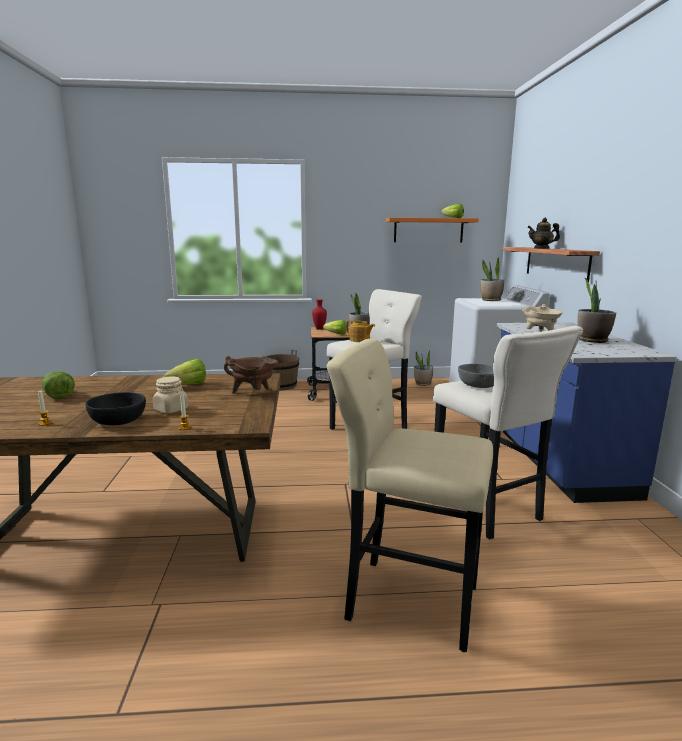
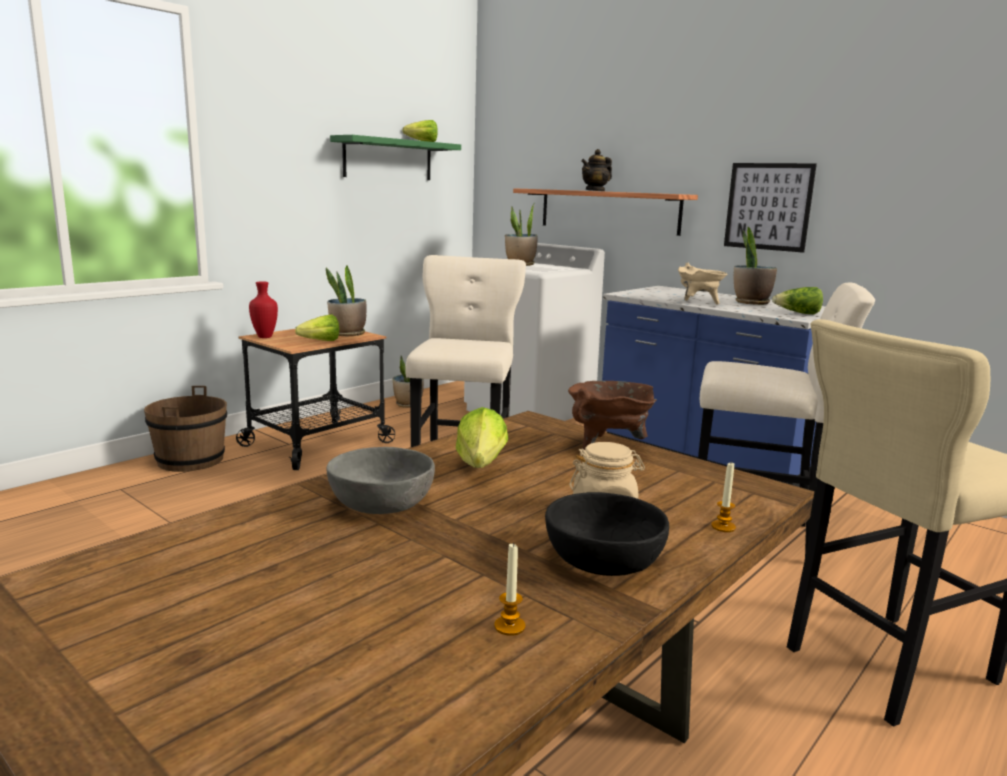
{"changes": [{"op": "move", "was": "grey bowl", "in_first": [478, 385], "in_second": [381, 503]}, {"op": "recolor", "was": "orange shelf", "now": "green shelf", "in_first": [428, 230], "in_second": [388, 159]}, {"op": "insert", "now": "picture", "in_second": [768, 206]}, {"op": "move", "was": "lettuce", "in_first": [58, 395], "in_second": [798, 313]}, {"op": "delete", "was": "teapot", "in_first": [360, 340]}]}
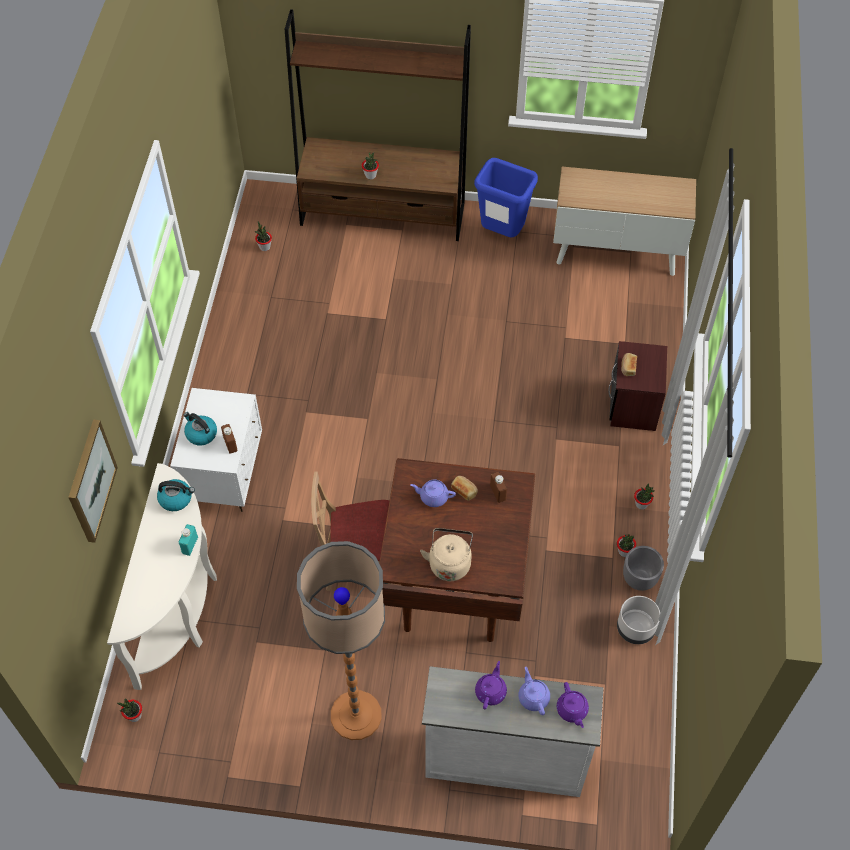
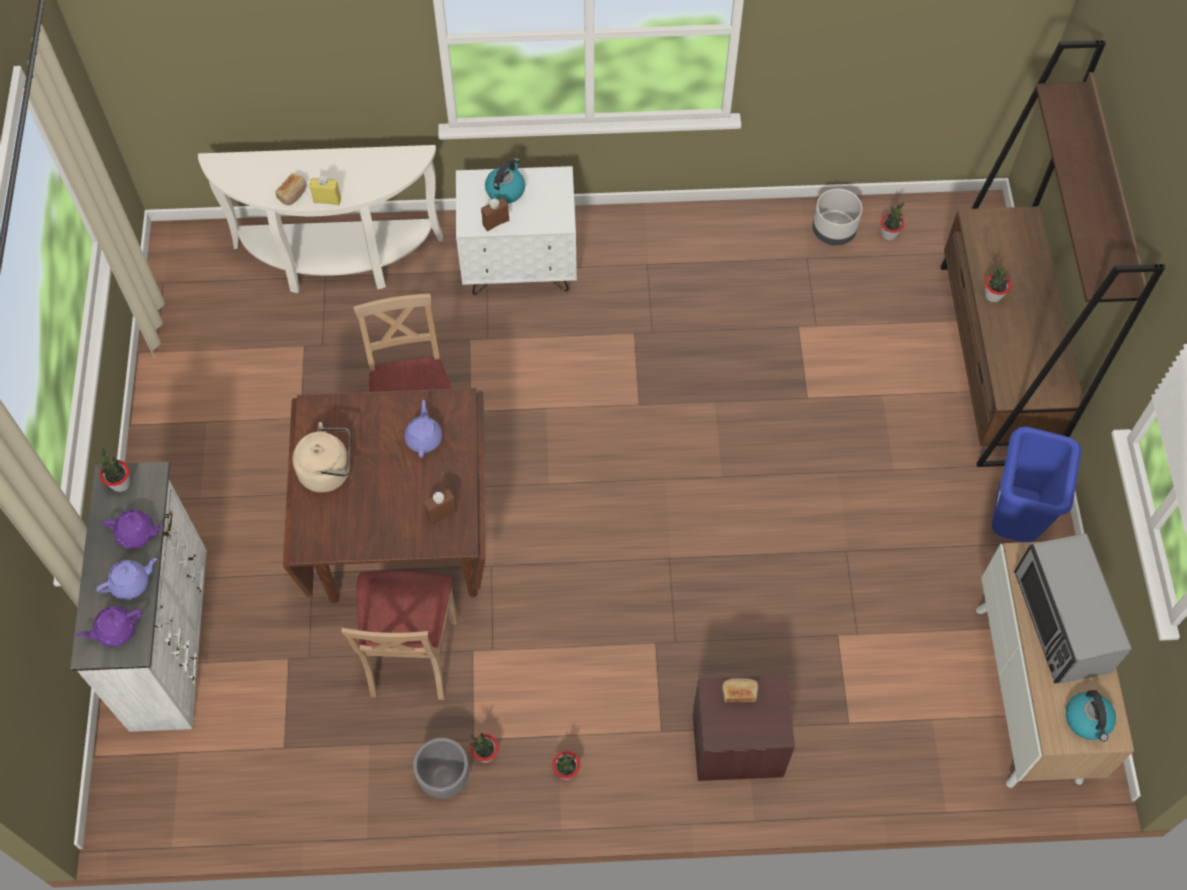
{"changes": [{"op": "move", "was": "potted plant", "in_first": [134, 716], "in_second": [120, 483]}, {"op": "move", "was": "bread", "in_first": [464, 490], "in_second": [293, 194]}, {"op": "recolor", "was": "turquoise bottle", "now": "yellow bottle", "in_first": [190, 545], "in_second": [327, 200]}, {"op": "insert", "now": "beige chair", "in_second": [411, 655]}, {"op": "move", "was": "grey planter", "in_first": [635, 629], "in_second": [833, 231]}, {"op": "insert", "now": "microwave", "in_second": [1061, 622]}, {"op": "move", "was": "kettle", "in_first": [176, 499], "in_second": [1088, 720]}, {"op": "delete", "was": "picture", "in_first": [90, 481]}, {"op": "delete", "was": "floor lamp", "in_first": [356, 715]}]}
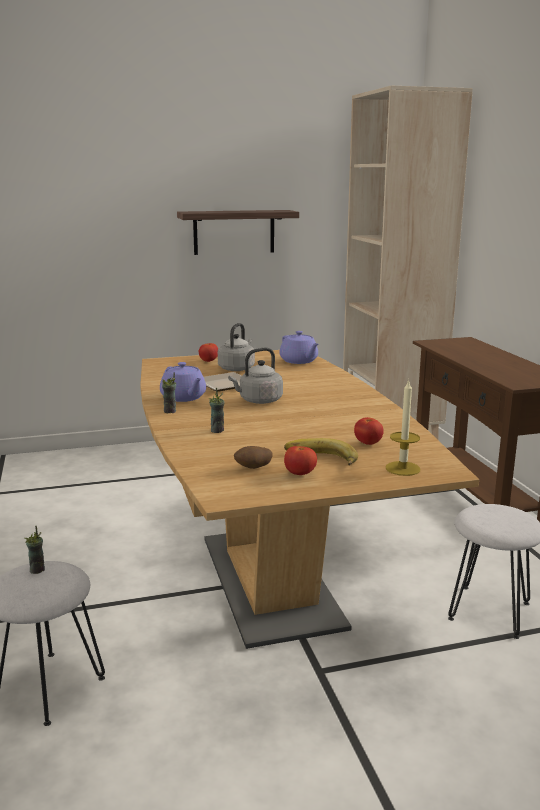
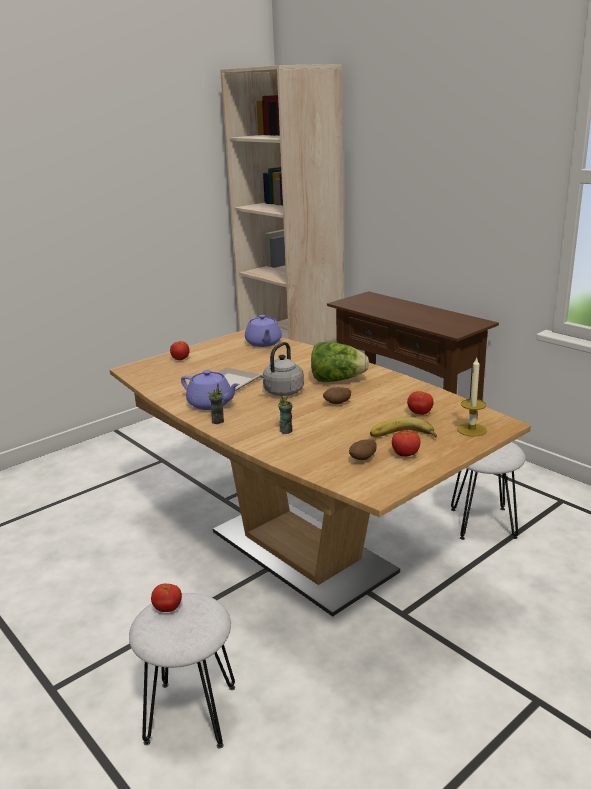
{"changes": [{"op": "replace", "was": "cup", "now": "tomato", "in_first": [37, 570], "in_second": [168, 608]}, {"op": "rotate", "was": "purple teapot", "in_first": [299, 361], "in_second": [263, 343], "clockwise": 45}, {"op": "insert", "now": "lettuce", "in_second": [337, 380]}, {"op": "insert", "now": "potato", "in_second": [337, 404]}, {"op": "delete", "was": "shelf", "in_first": [234, 232]}, {"op": "delete", "was": "grey kettle", "in_first": [237, 368]}]}
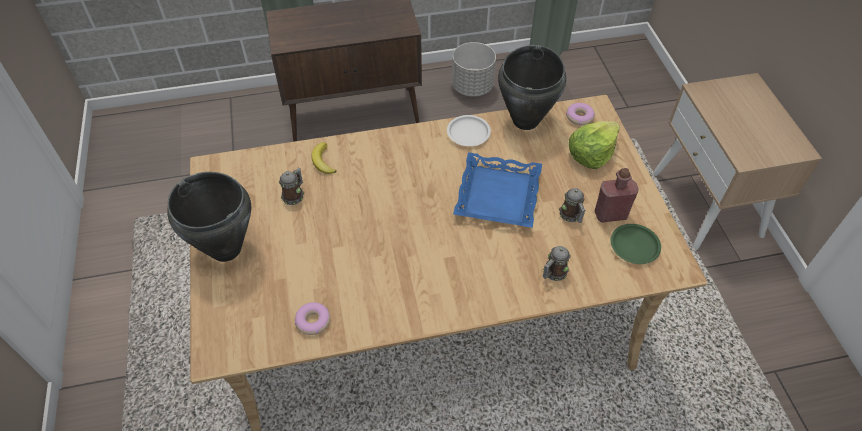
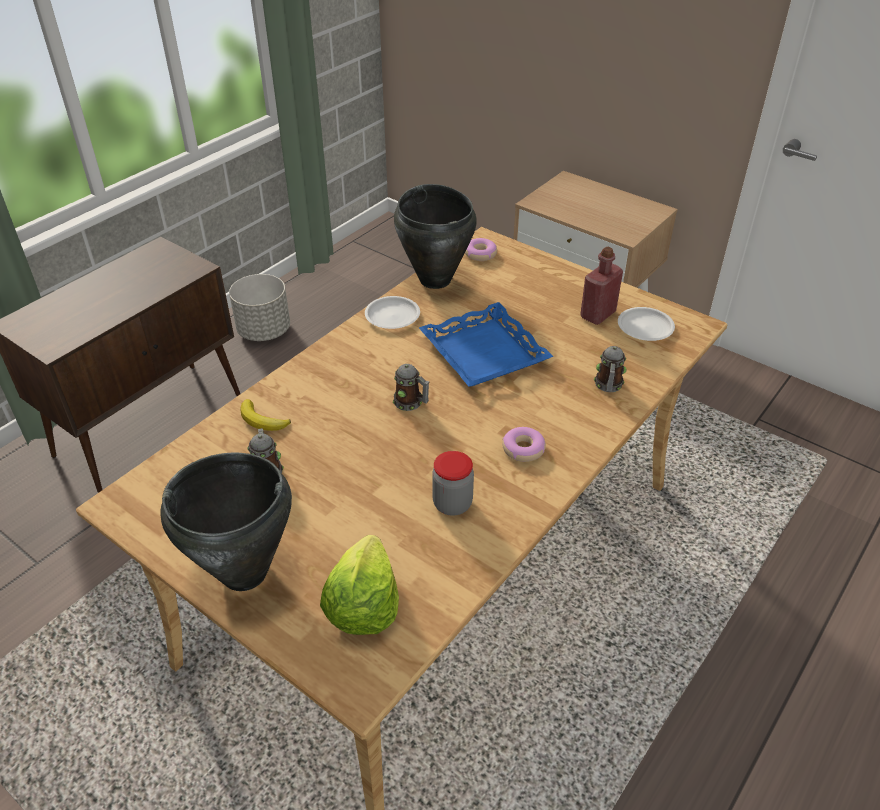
{"changes": [{"op": "move", "was": "lettuce", "in_first": [591, 154], "in_second": [363, 604]}, {"op": "move", "was": "mug", "in_first": [571, 216], "in_second": [411, 403]}, {"op": "insert", "now": "jar", "in_second": [452, 504]}, {"op": "move", "was": "donut", "in_first": [313, 321], "in_second": [523, 449]}, {"op": "recolor", "was": "green plate", "now": "white plate", "in_first": [635, 246], "in_second": [645, 327]}]}
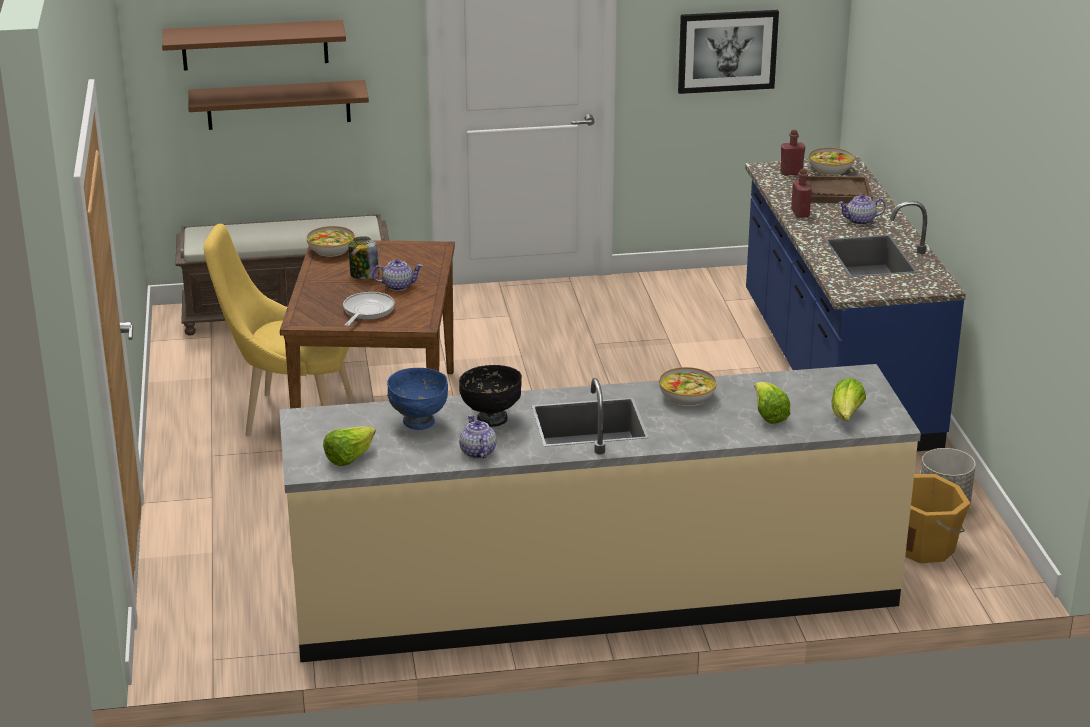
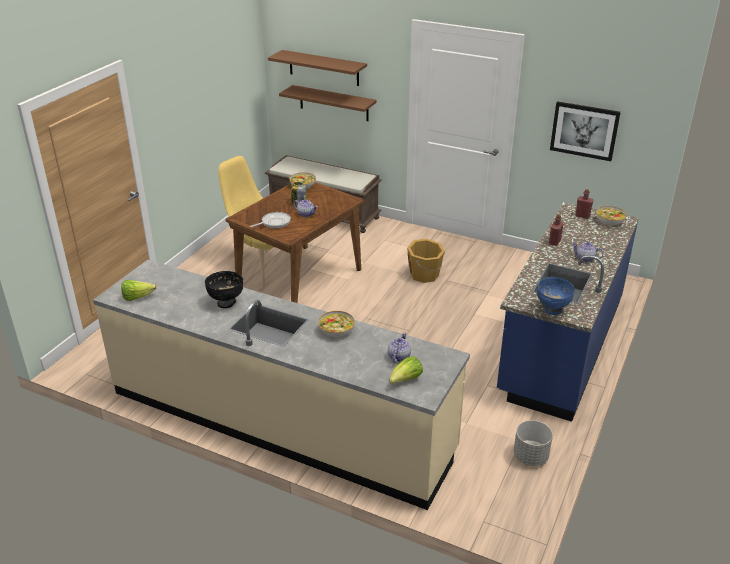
{"changes": [{"op": "move", "was": "teapot", "in_first": [477, 452], "in_second": [398, 356]}, {"op": "move", "was": "orange bucket", "in_first": [925, 546], "in_second": [425, 275]}, {"op": "move", "was": "blue bowl", "in_first": [418, 422], "in_second": [552, 310]}, {"op": "delete", "was": "lettuce", "in_first": [769, 415]}, {"op": "delete", "was": "brown tray", "in_first": [836, 192]}]}
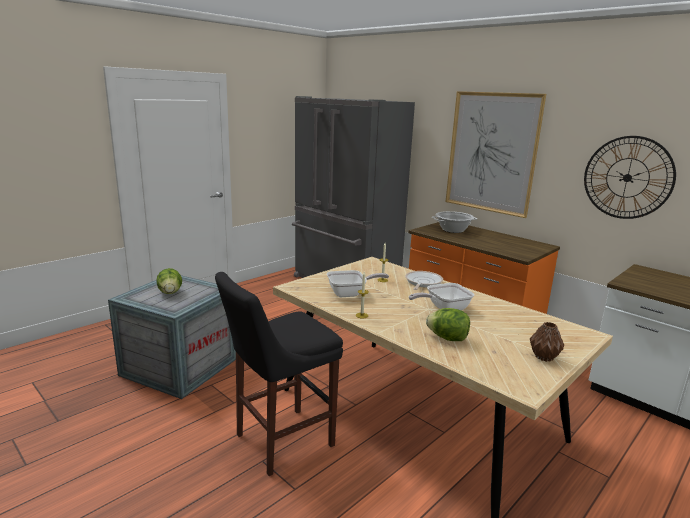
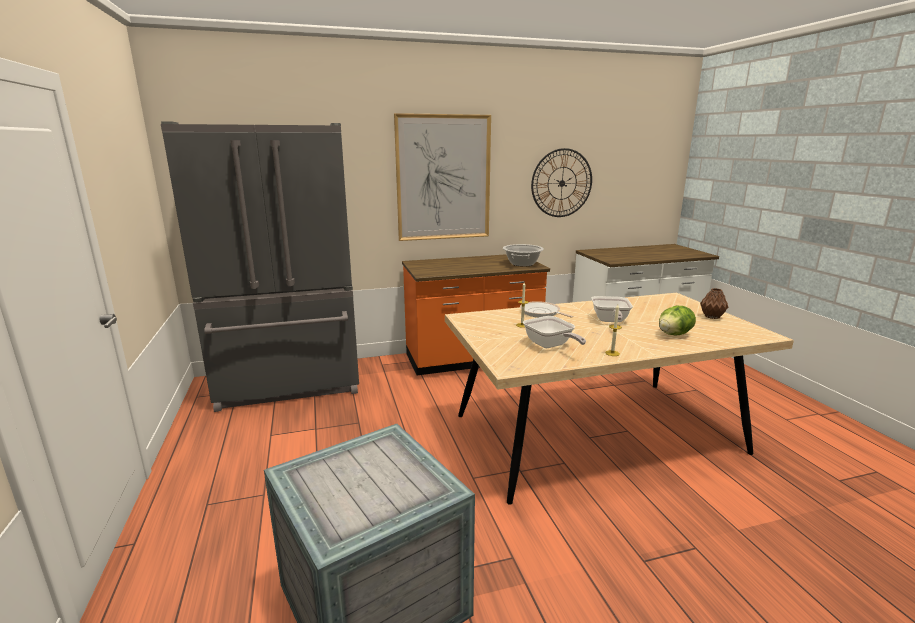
{"changes": [{"op": "move", "was": "cooking pot", "in_first": [453, 230], "in_second": [522, 264]}, {"op": "rotate", "was": "frying pan", "in_first": [350, 293], "in_second": [550, 345], "clockwise": 135}, {"op": "delete", "was": "lettuce", "in_first": [170, 292]}, {"op": "delete", "was": "black stool", "in_first": [280, 441]}]}
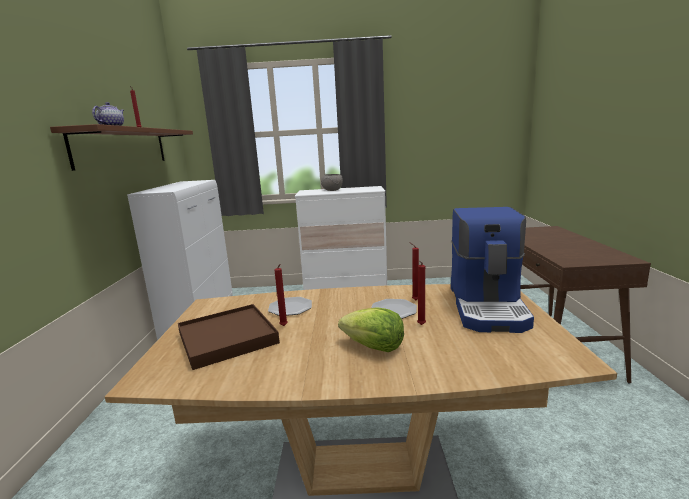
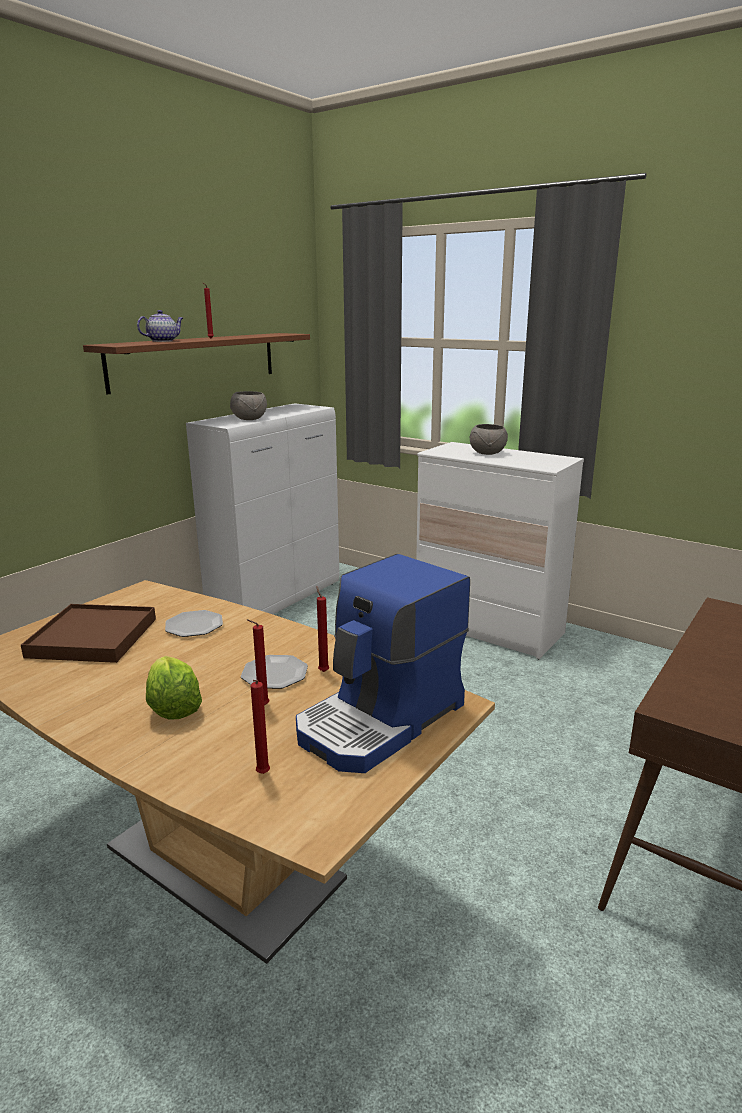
{"changes": [{"op": "insert", "now": "grey bowl", "in_second": [249, 419]}, {"op": "move", "was": "red candle", "in_first": [284, 326], "in_second": [262, 775]}]}
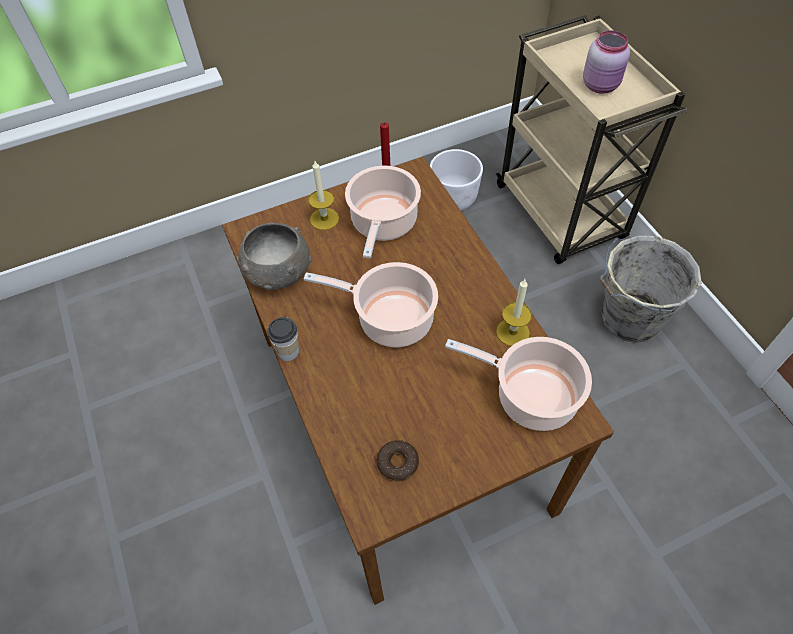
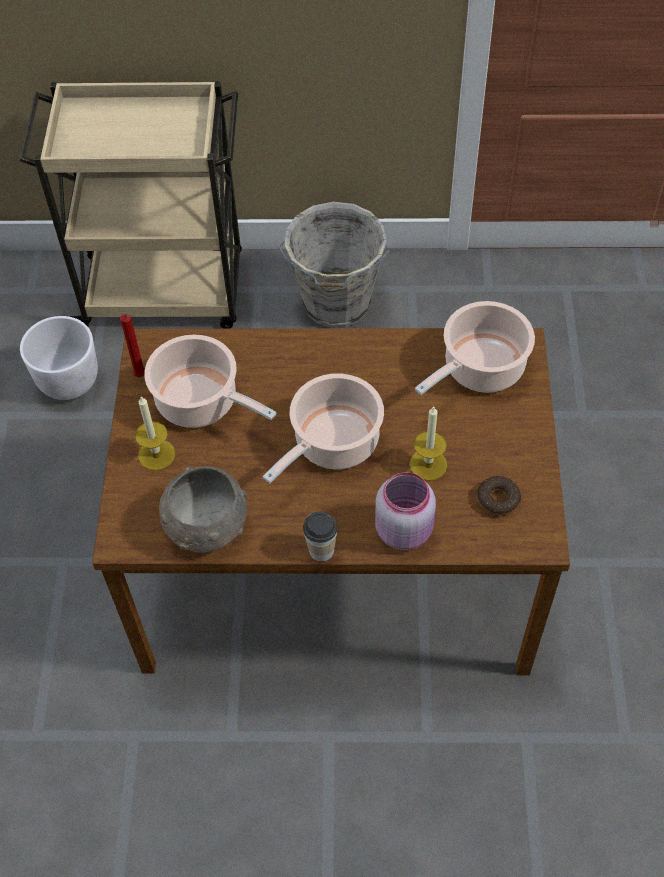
{"changes": [{"op": "move", "was": "pink jar", "in_first": [601, 85], "in_second": [404, 529]}, {"op": "move", "was": "candle", "in_first": [512, 332], "in_second": [428, 464]}]}
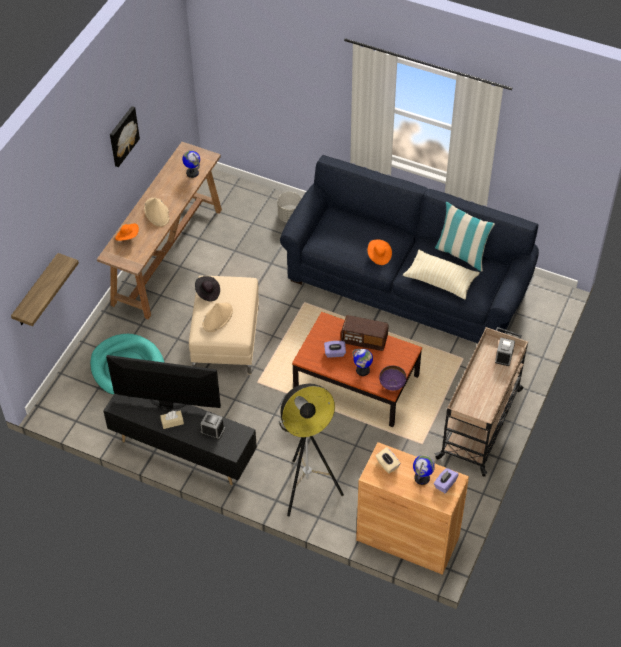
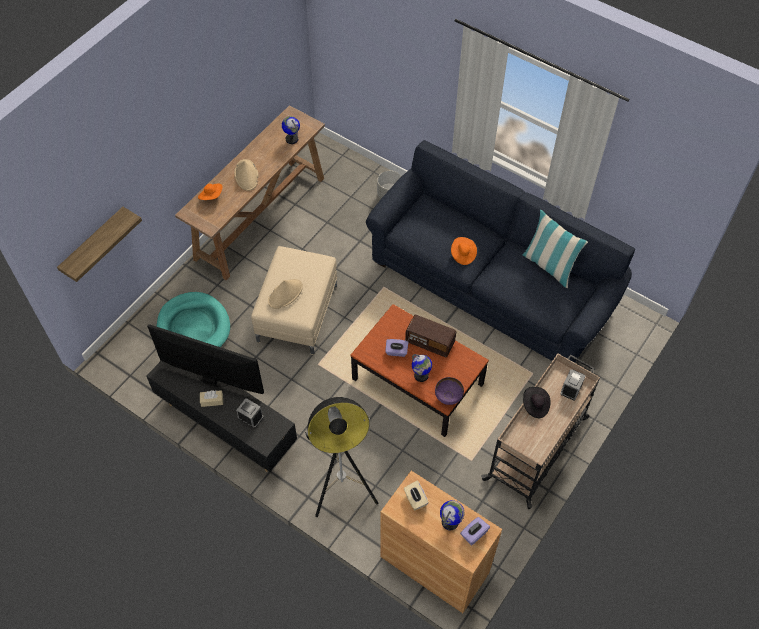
{"changes": [{"op": "move", "was": "black hat", "in_first": [207, 293], "in_second": [535, 406]}, {"op": "delete", "was": "picture", "in_first": [122, 136]}, {"op": "delete", "was": "beige pillow", "in_first": [440, 280]}]}
